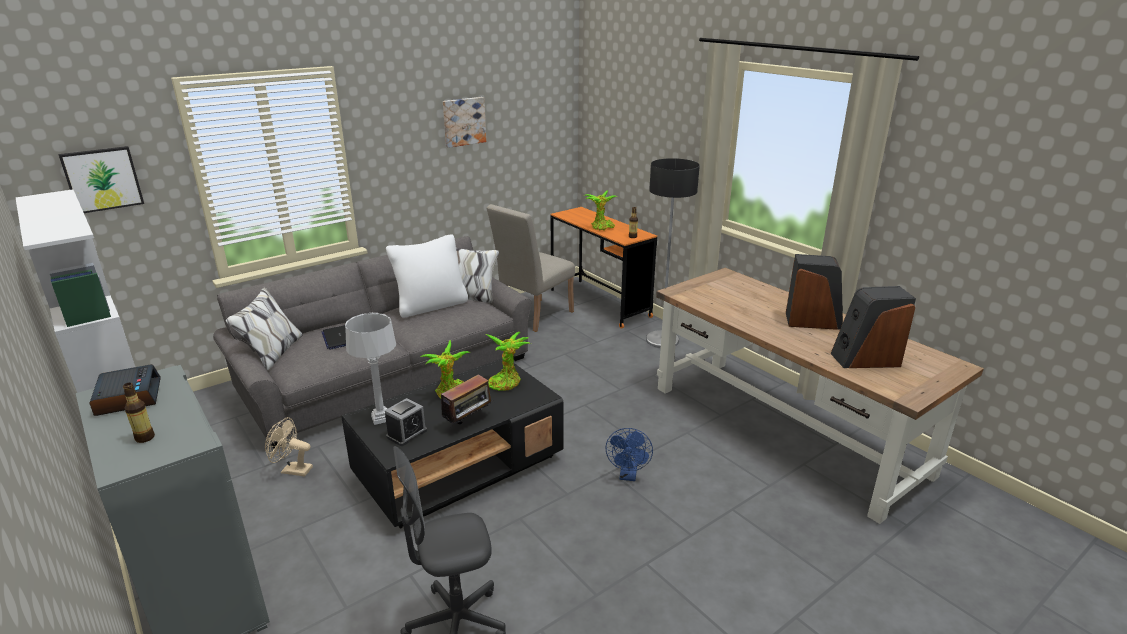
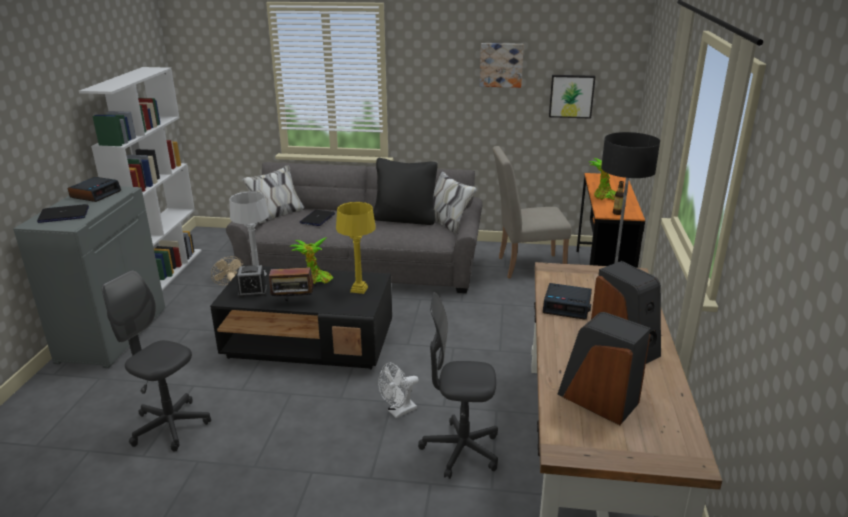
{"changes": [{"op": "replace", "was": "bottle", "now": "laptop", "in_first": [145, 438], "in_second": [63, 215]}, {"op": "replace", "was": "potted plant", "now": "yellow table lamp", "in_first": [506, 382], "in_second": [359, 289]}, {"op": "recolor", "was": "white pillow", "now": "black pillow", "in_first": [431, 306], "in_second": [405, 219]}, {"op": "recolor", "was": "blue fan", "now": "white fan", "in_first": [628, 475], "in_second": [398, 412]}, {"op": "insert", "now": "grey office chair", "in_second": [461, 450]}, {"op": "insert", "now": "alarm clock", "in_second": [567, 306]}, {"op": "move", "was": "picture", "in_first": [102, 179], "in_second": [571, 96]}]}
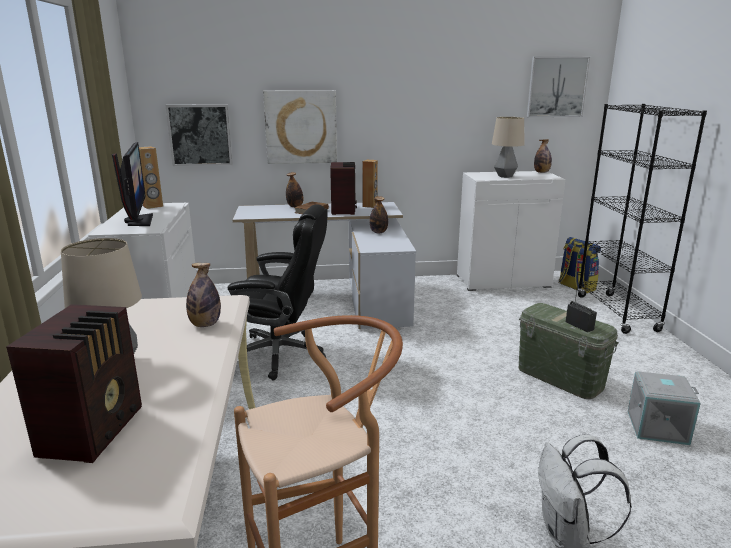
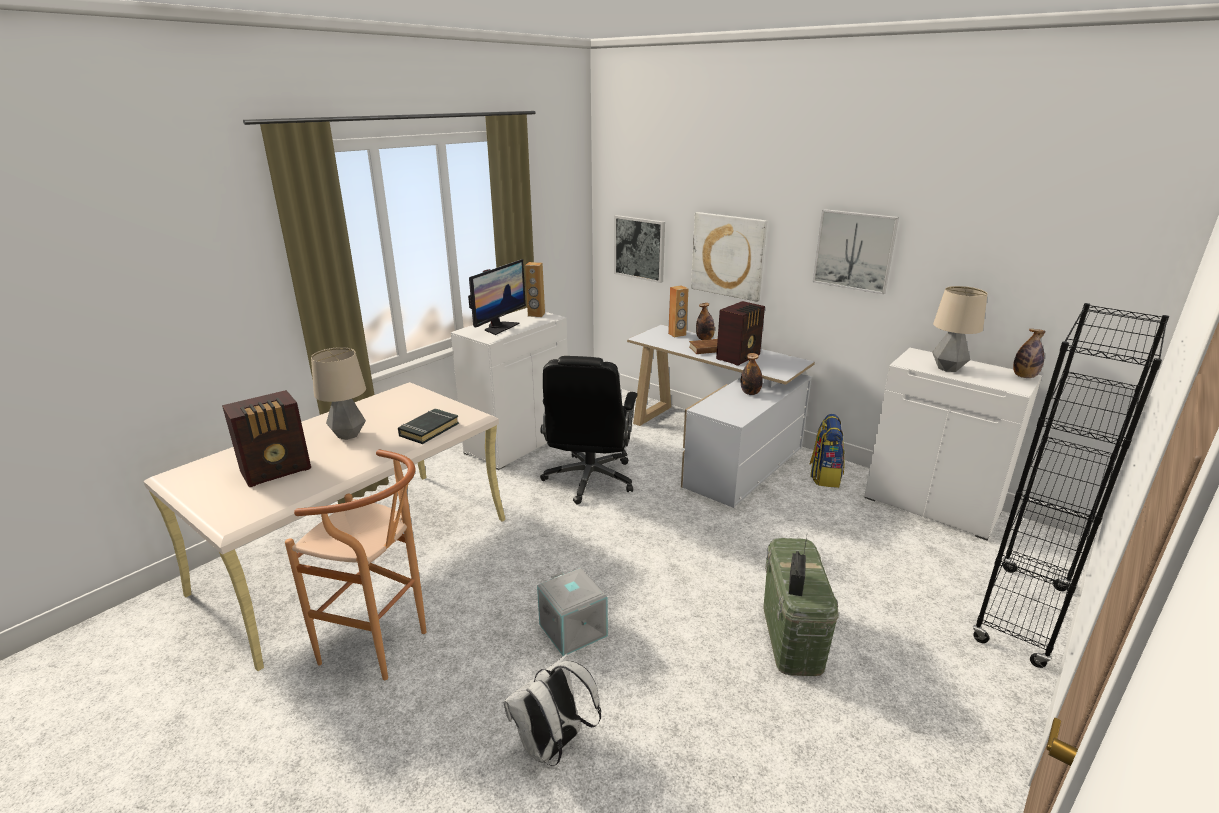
{"changes": [{"op": "replace", "was": "bottle", "now": "black book", "in_first": [205, 324], "in_second": [428, 429]}, {"op": "move", "was": "grey storage box", "in_first": [657, 426], "in_second": [574, 630]}, {"op": "rotate", "was": "black office chair", "in_first": [280, 354], "in_second": [589, 480], "clockwise": 45}, {"op": "move", "was": "brown speaker", "in_first": [370, 206], "in_second": [677, 334]}, {"op": "move", "was": "backpack", "in_first": [576, 287], "in_second": [824, 476]}, {"op": "move", "was": "picture", "in_first": [557, 87], "in_second": [854, 250]}]}
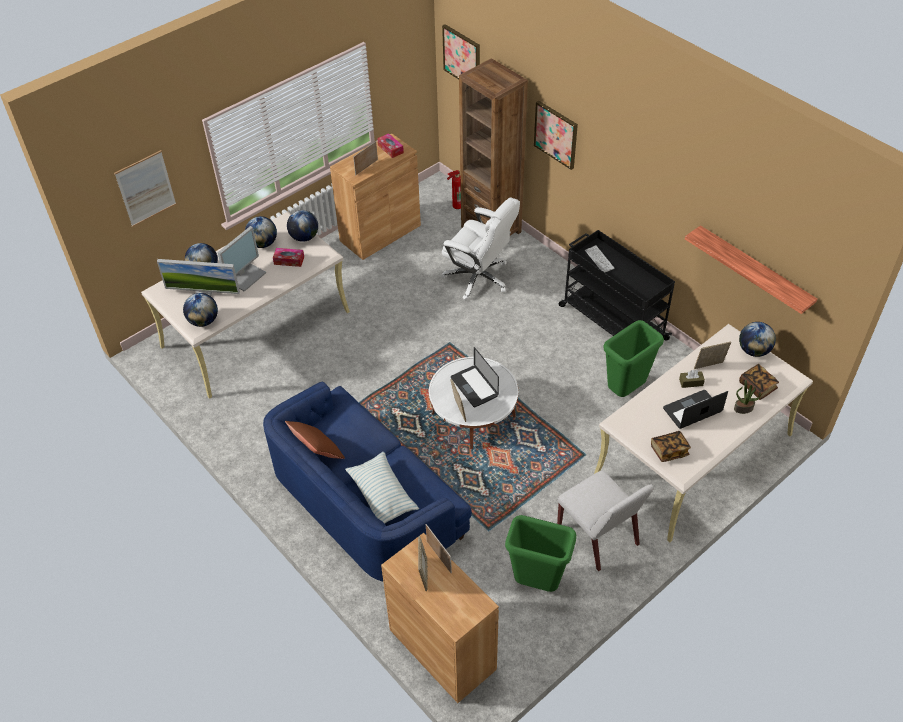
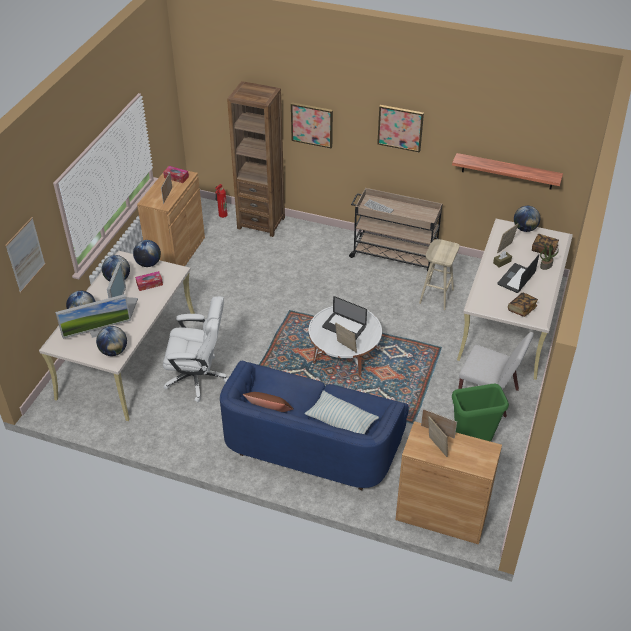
{"changes": [{"op": "move", "was": "white office chair", "in_first": [479, 278], "in_second": [198, 377]}, {"op": "recolor", "was": "black cart", "now": "beige cart", "in_first": [611, 322], "in_second": [393, 255]}, {"op": "move", "was": "picture", "in_first": [462, 57], "in_second": [400, 128]}, {"op": "replace", "was": "green trash can", "now": "beige stool", "in_first": [625, 390], "in_second": [436, 296]}]}
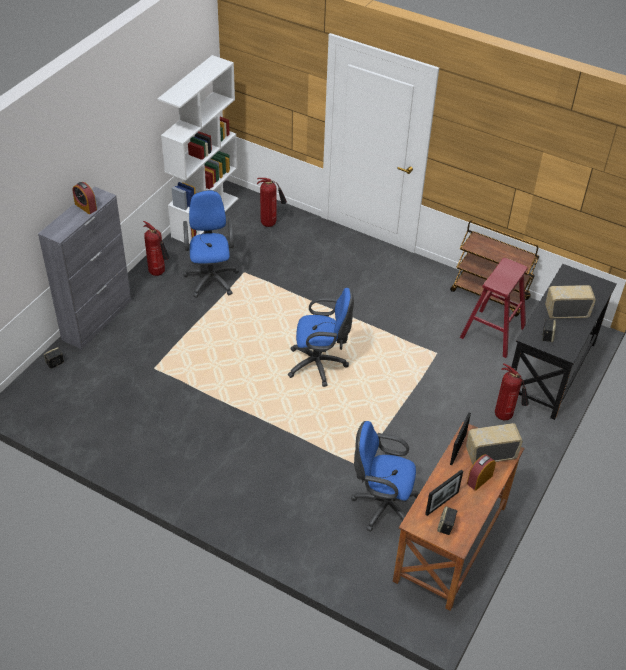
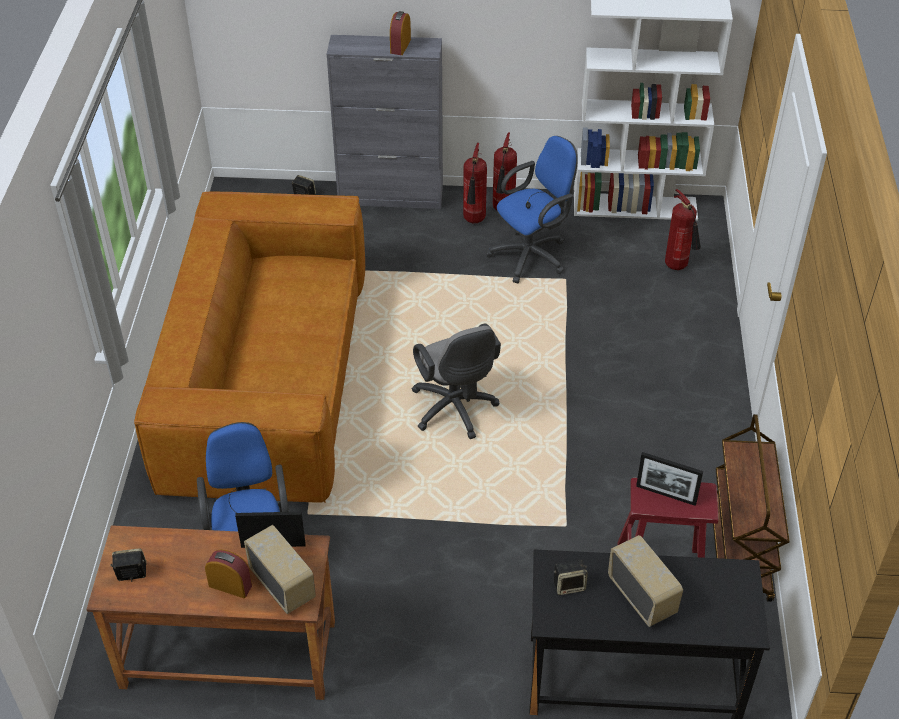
{"changes": [{"op": "insert", "now": "brown sofa", "in_second": [267, 379]}, {"op": "recolor", "was": "blue office chair", "now": "grey office chair", "in_first": [320, 365], "in_second": [455, 411]}, {"op": "move", "was": "fire extinguisher", "in_first": [505, 416], "in_second": [474, 221]}, {"op": "move", "was": "picture frame", "in_first": [442, 503], "in_second": [666, 494]}]}
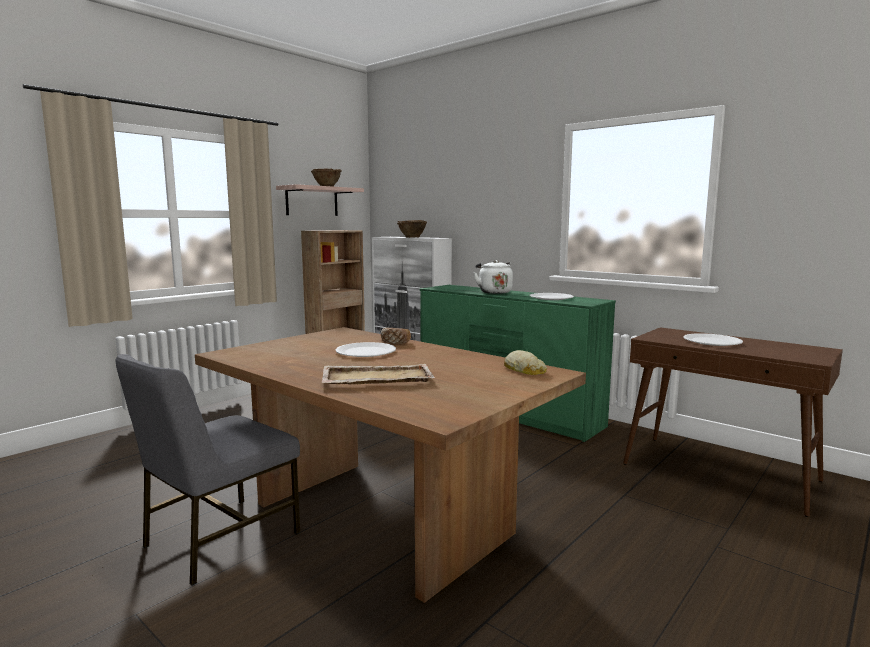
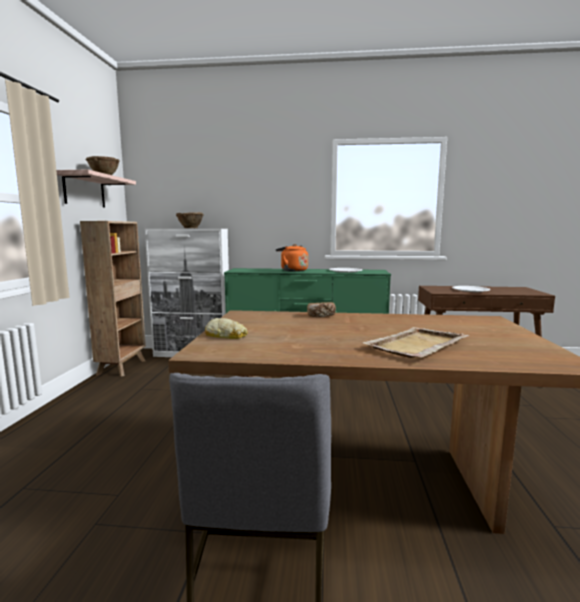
{"changes": [{"op": "move", "was": "bread", "in_first": [524, 369], "in_second": [225, 335]}, {"op": "recolor", "was": "white kettle", "now": "orange kettle", "in_first": [494, 292], "in_second": [292, 270]}, {"op": "delete", "was": "white plate", "in_first": [366, 352]}]}
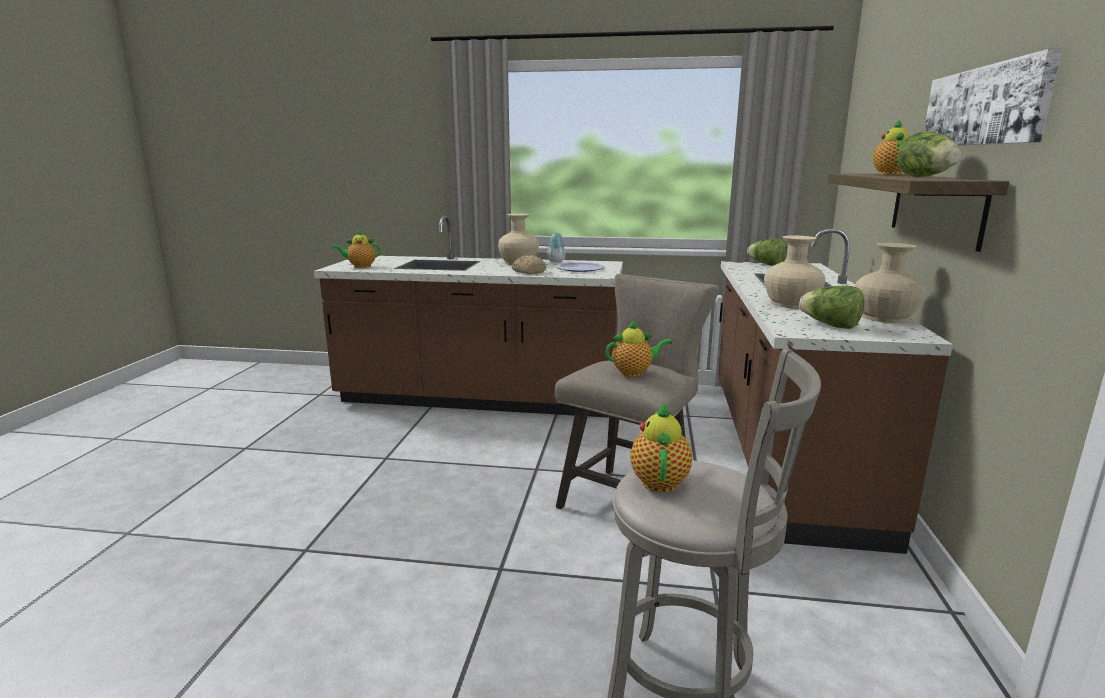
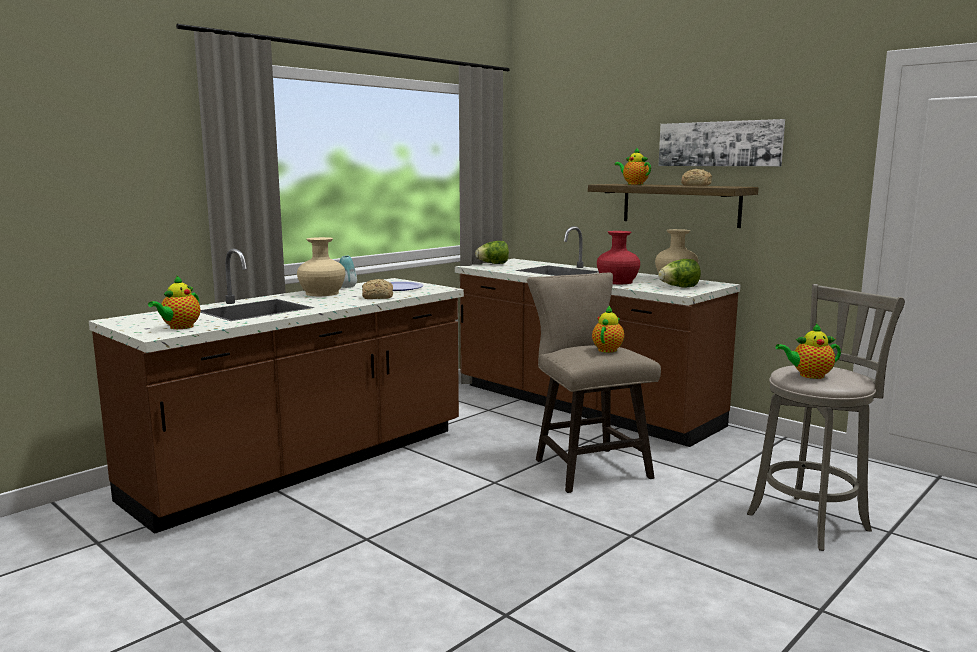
{"changes": [{"op": "recolor", "was": "beige vase", "now": "red vase", "in_first": [791, 304], "in_second": [617, 282]}, {"op": "replace", "was": "lettuce", "now": "bread", "in_first": [926, 177], "in_second": [695, 185]}, {"op": "rotate", "was": "teapot", "in_first": [659, 480], "in_second": [809, 375], "clockwise": -45}]}
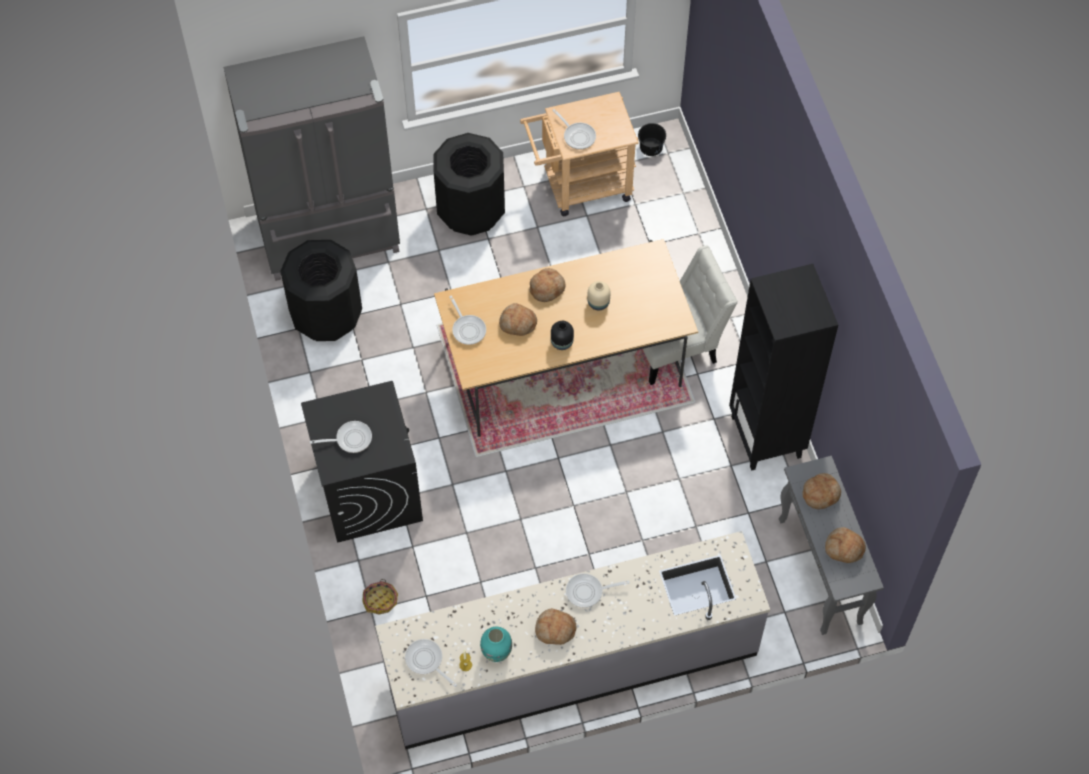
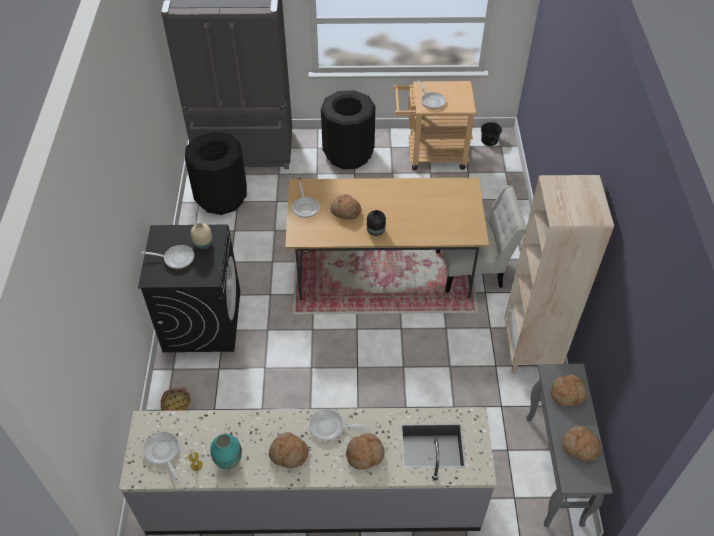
{"changes": [{"op": "move", "was": "beige vase", "in_first": [599, 303], "in_second": [203, 245]}, {"op": "move", "was": "bread", "in_first": [547, 288], "in_second": [365, 454]}, {"op": "recolor", "was": "black bookcase", "now": "beige bookcase", "in_first": [766, 437], "in_second": [530, 350]}]}
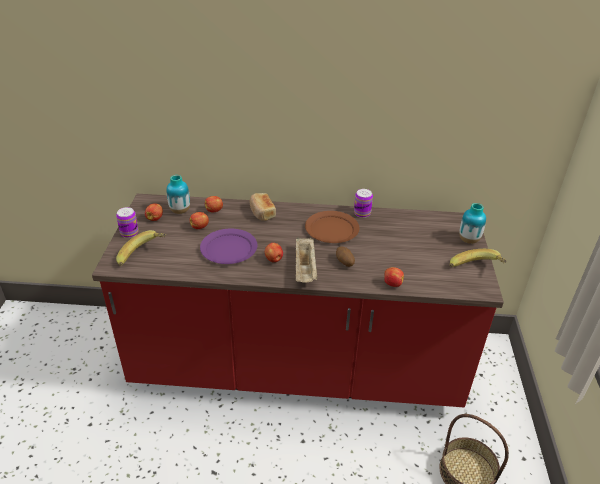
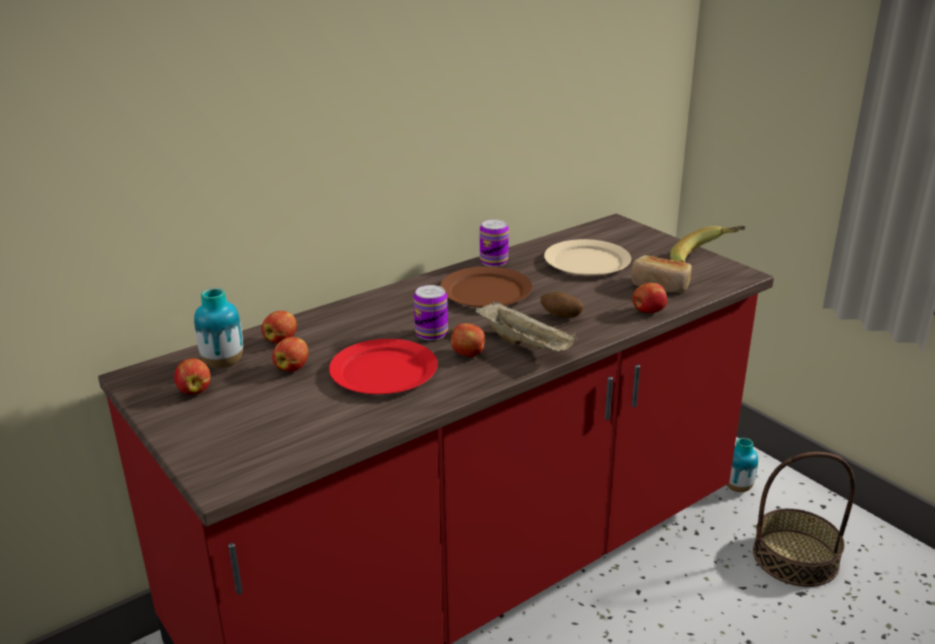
{"changes": [{"op": "recolor", "was": "purple plate", "now": "red plate", "in_first": [228, 249], "in_second": [383, 372]}, {"op": "move", "was": "can", "in_first": [129, 233], "in_second": [431, 333]}, {"op": "insert", "now": "beige plate", "in_second": [586, 262]}, {"op": "move", "was": "bread", "in_first": [262, 212], "in_second": [660, 286]}, {"op": "move", "was": "vase", "in_first": [468, 240], "in_second": [737, 487]}, {"op": "delete", "was": "banana", "in_first": [143, 256]}]}
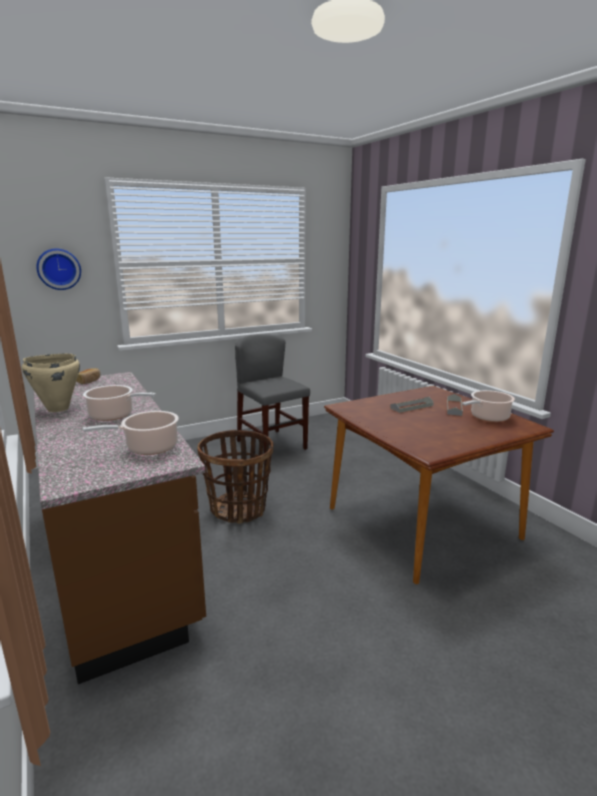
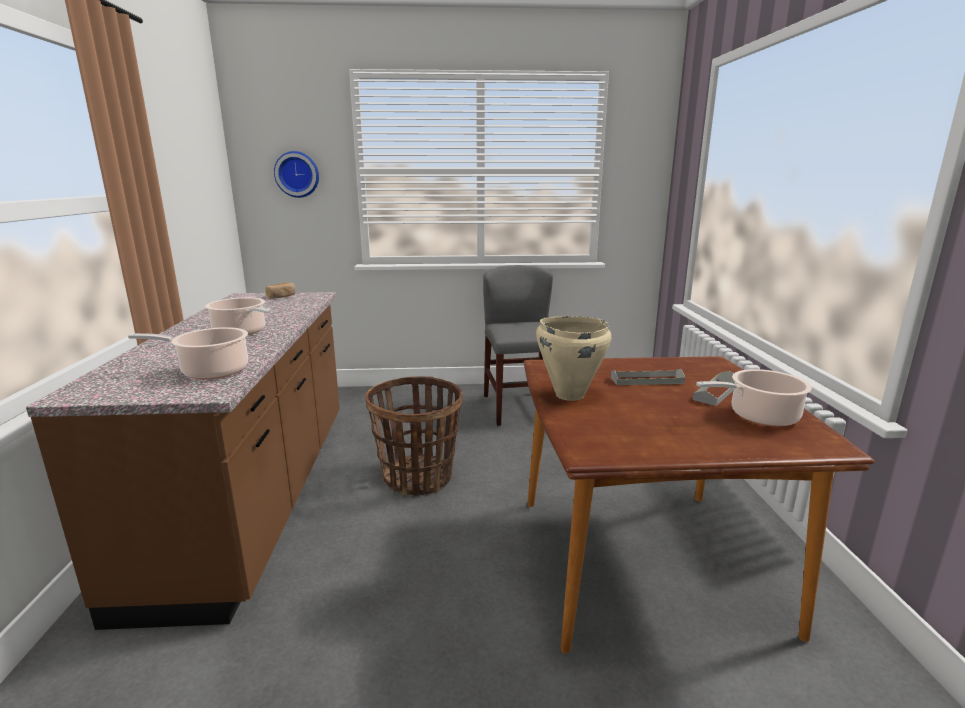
{"changes": [{"op": "move", "was": "beige cooking pot", "in_first": [57, 409], "in_second": [569, 395]}]}
